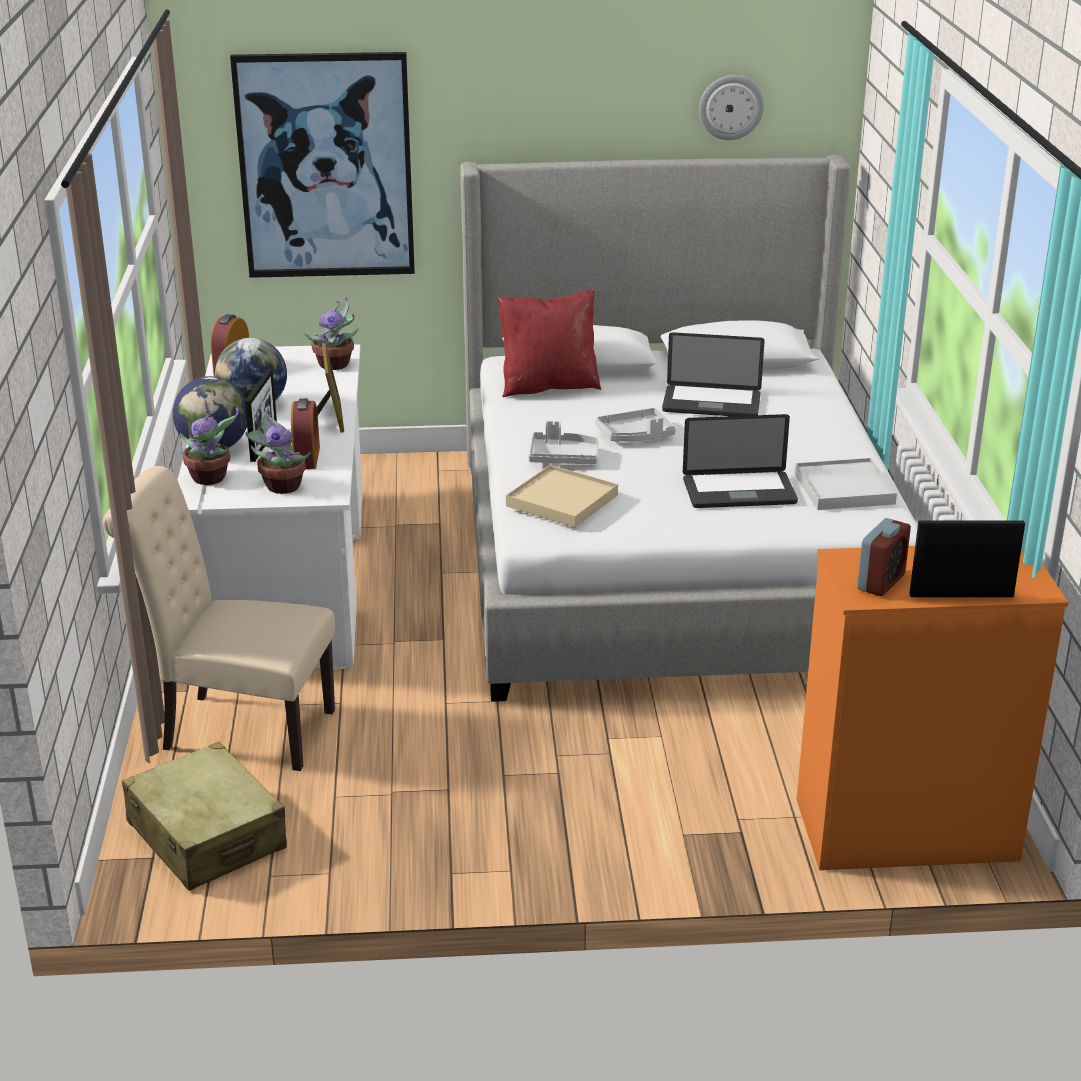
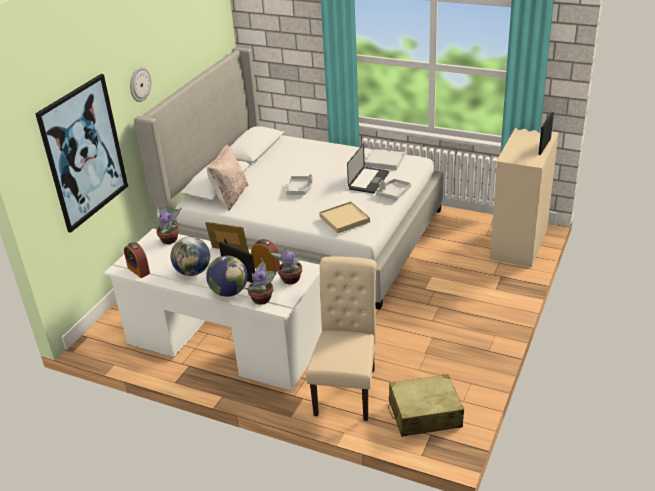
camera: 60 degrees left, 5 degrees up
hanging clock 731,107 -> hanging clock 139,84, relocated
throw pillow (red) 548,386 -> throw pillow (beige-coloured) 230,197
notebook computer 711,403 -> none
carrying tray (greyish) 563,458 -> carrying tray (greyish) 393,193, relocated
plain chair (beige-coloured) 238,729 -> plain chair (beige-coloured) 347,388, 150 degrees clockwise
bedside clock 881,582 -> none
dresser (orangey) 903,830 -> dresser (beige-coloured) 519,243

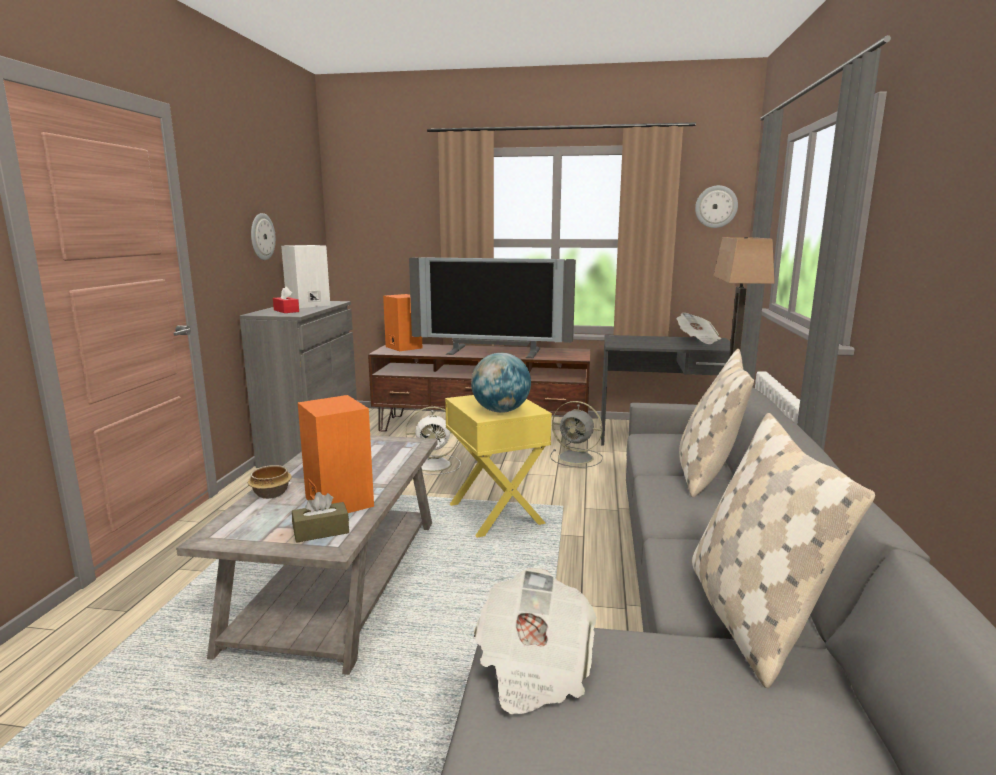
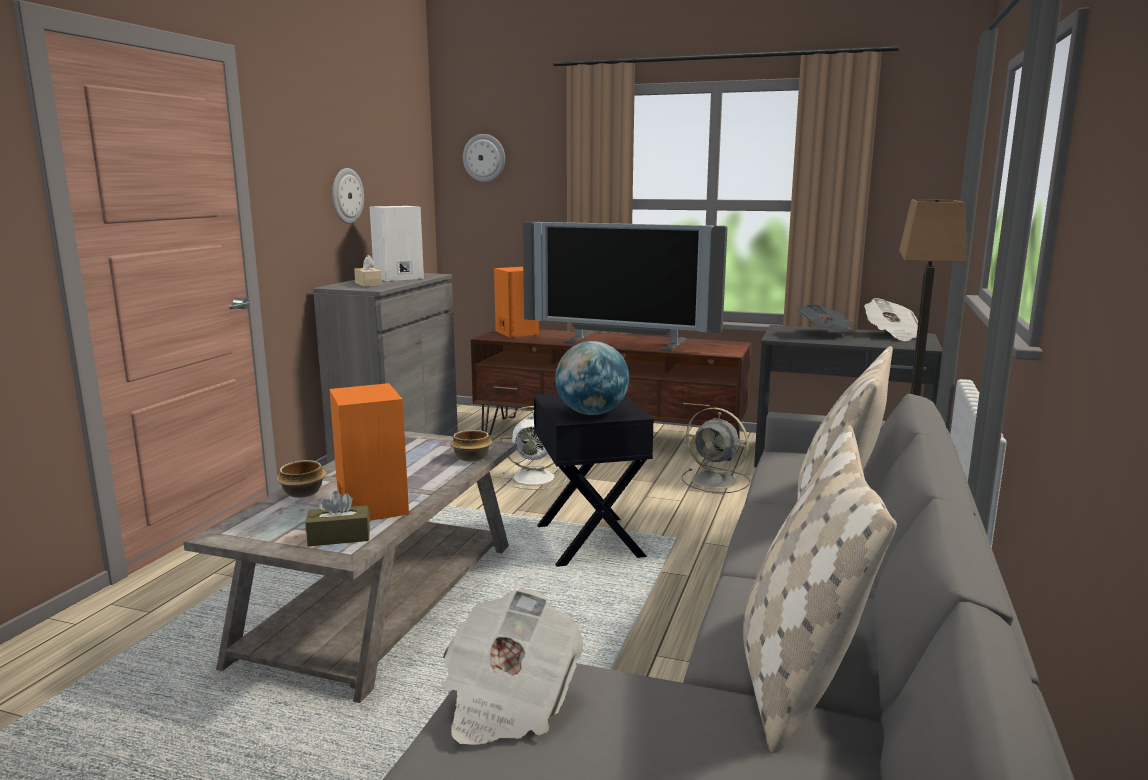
camera: 10 degrees right, 0 degrees up
hanging clock 716,206 -> hanging clock 484,158, relocated
box of tissues (red) 286,311 -> box of tissues (beige-coloured) 368,284
side table (yellow) 494,514 -> side table (black-coloured) 587,541
none -> daily paper 825,334
none -> serving bowl 470,458

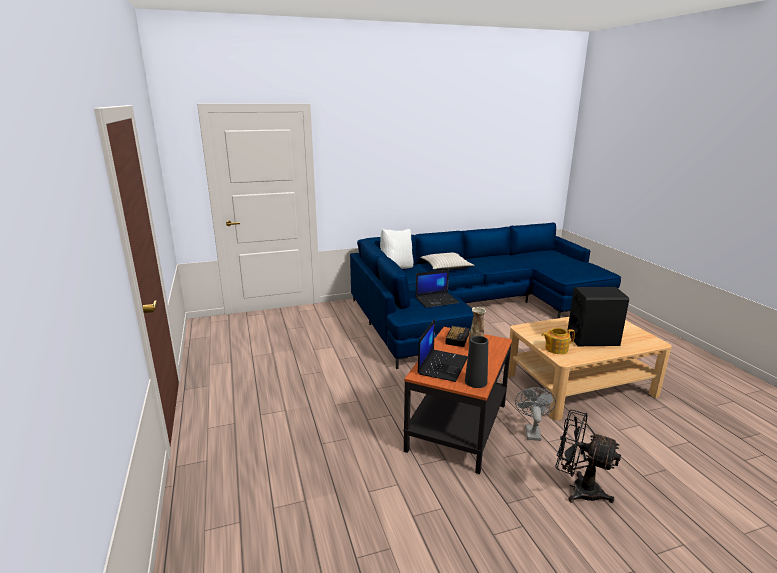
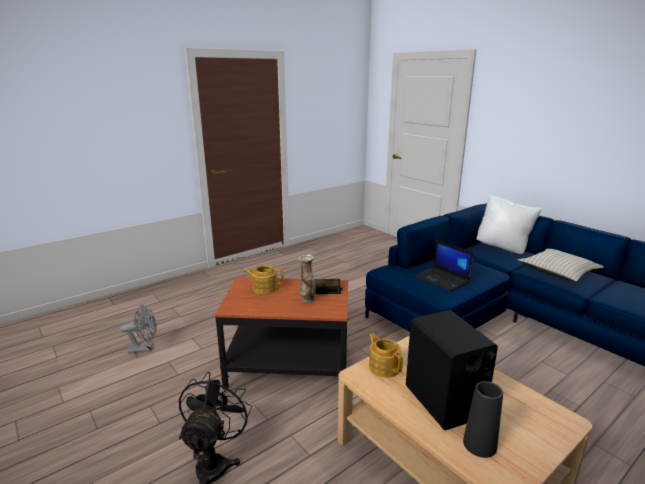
camera: 70 degrees right, 0 degrees up
notebook computer 442,365 -> tea pot 264,288
vase (black-coloured) 475,381 -> vase (black-coloured) 479,444, relocated
fan (greyish) 531,431 -> fan (greyish) 145,348, relocated

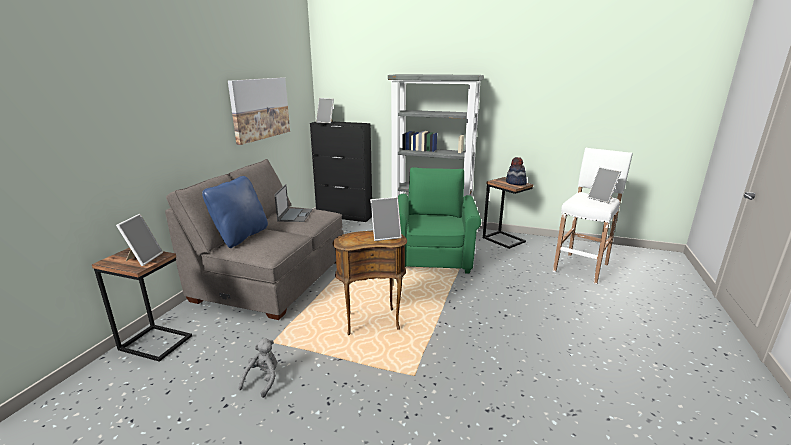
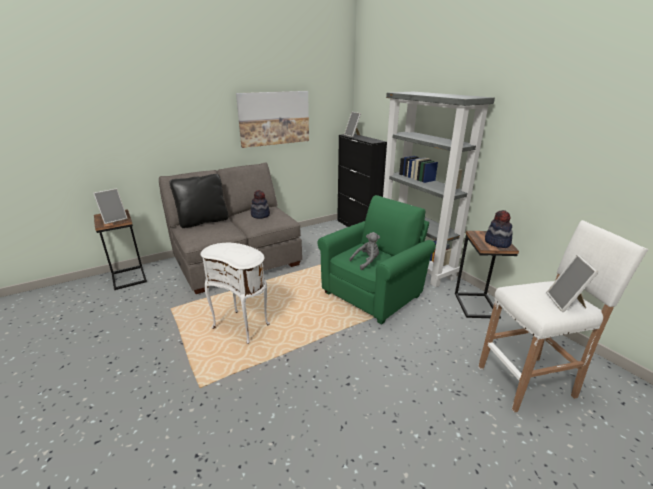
camera: 40 degrees right, 5 degrees up
throw pillow (blue) 241,236 -> throw pillow (black-coloured) 203,221
notebook computer 295,215 -> hat 260,215
standing frame 386,236 -> none
side table (brown) 371,320 -> side table (white) 243,325
plush toy (greyish) 263,380 -> plush toy (greyish) 366,262, relocated

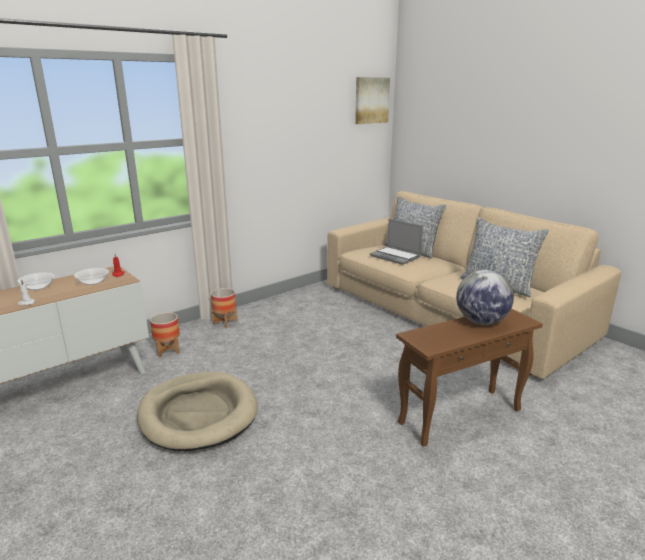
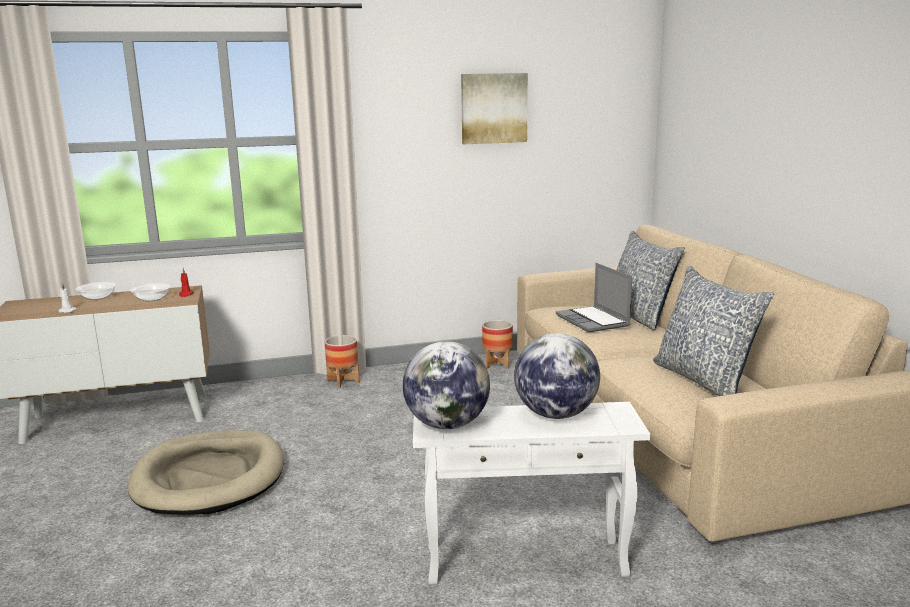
camera: 25 degrees right, 5 degrees down
wall art 371,100 -> wall art 493,108, relocated
side table (brown) 460,416 -> side table (white) 525,562
plant pot 168,350 -> plant pot 497,364, relocated
none -> world globe 447,424

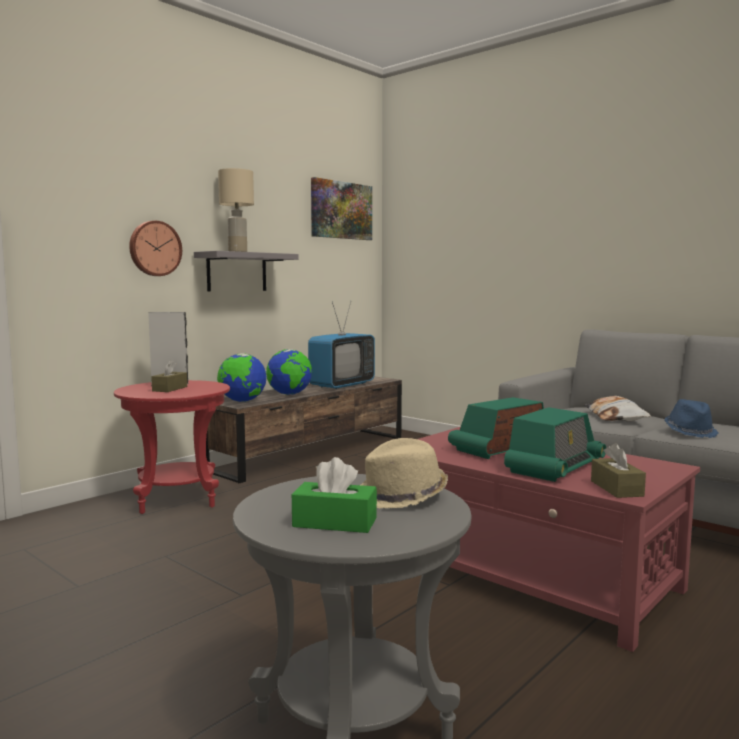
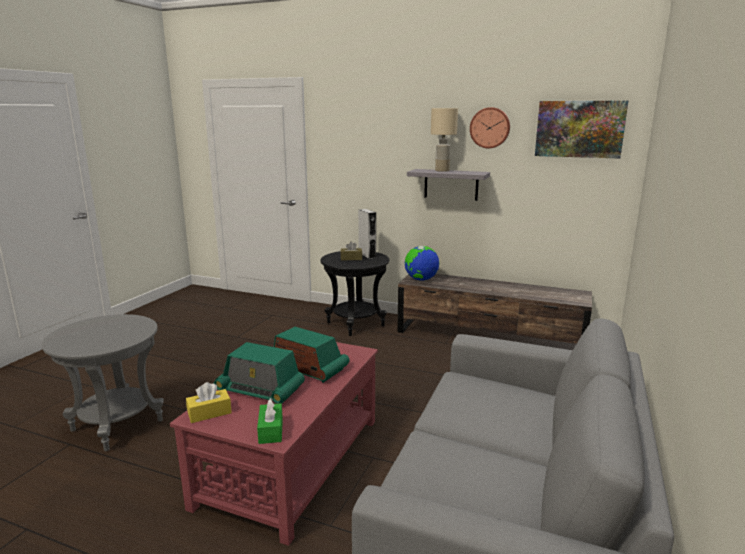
camera: 70 degrees right, 10 degrees up
hanging clock 154,248 -> hanging clock 490,128, relocated
TV 342,385 -> none
world globe 289,394 -> none
side table (red) 177,499 -> side table (black-coloured) 355,324
throw pillow 615,417 -> none
hat (blue) 690,432 -> none
hat (beige-coloured) 402,497 -> none
box of tissues (brown) 616,488 -> box of tissues (yellow) 209,413
box of tissues (green) 335,522 -> box of tissues (green) 271,430, relocated

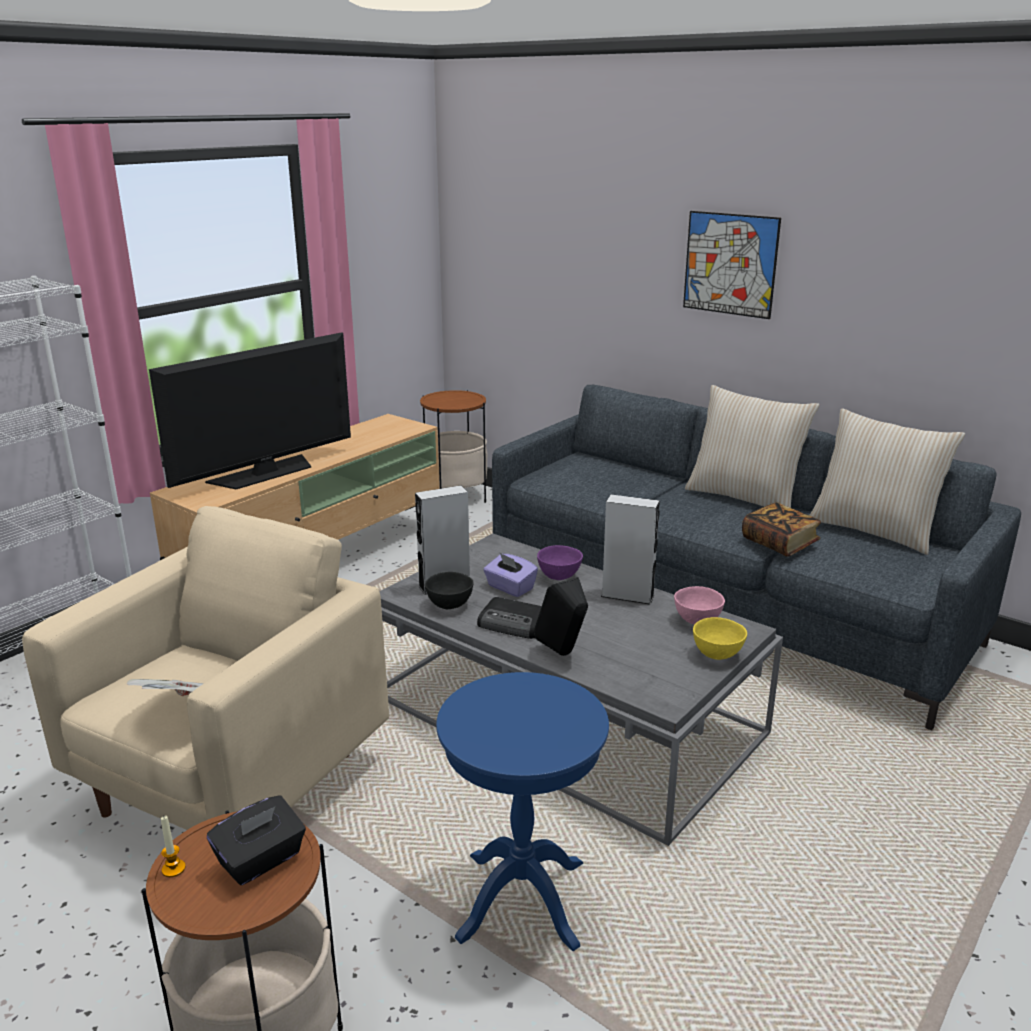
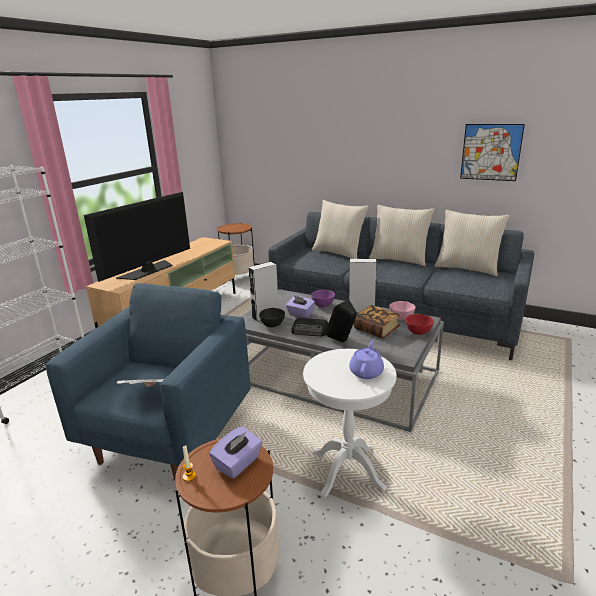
camera: 10 degrees left, 0 degrees up
wall art 730,264 -> wall art 491,152, relocated
bound book 779,543 -> bound book 376,330, relocated
lounge chair (beige-coloured) 231,784 -> lounge chair (blue) 168,436
serving bowl (yellow) 718,655 -> serving bowl (red) 419,332
side table (blue) 522,900 -> side table (white) 347,470
box of tissues (black-coloured) 261,860 -> box of tissues (purple) 238,463
none -> throw pillow (beige-coloured) 339,253
none -> tea pot (purple) 366,372

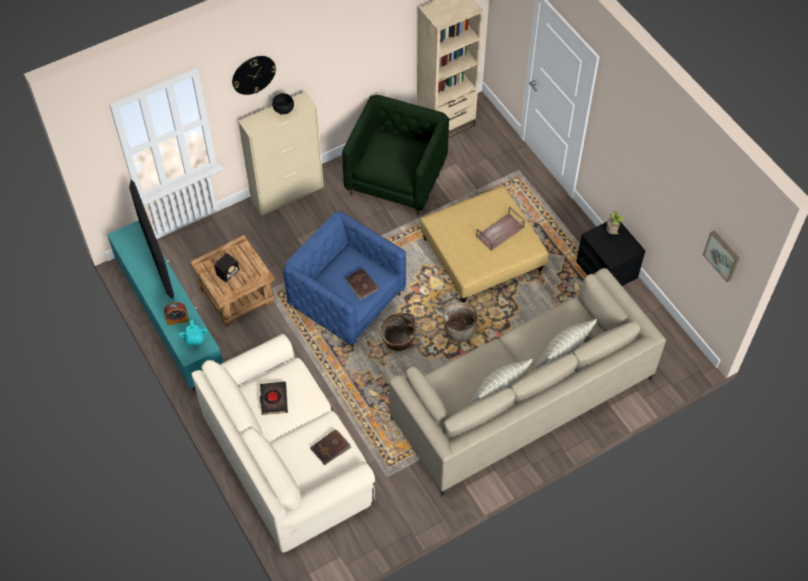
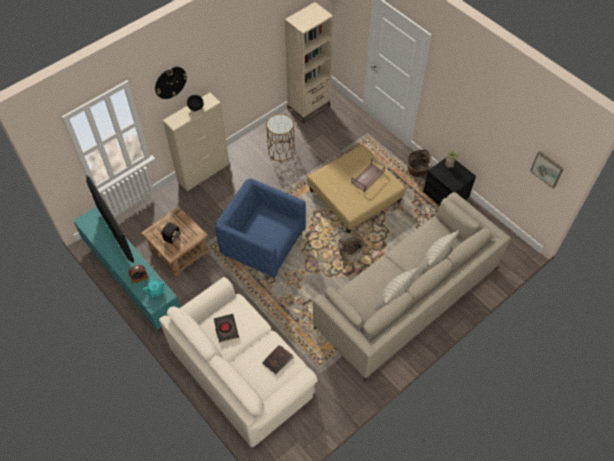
camera: 10 degrees left, 0 degrees up
lounge chair (green) 396,178 -> side table (brown) 281,150
bound book (brown) 361,285 -> none
storage basket 398,342 -> storage basket 417,171, relocated

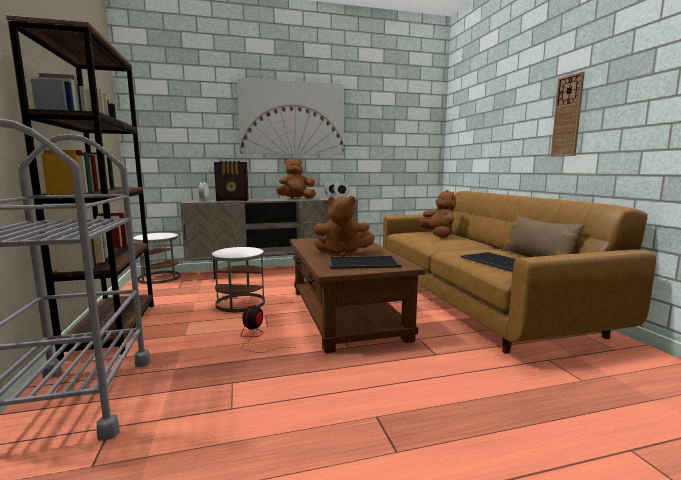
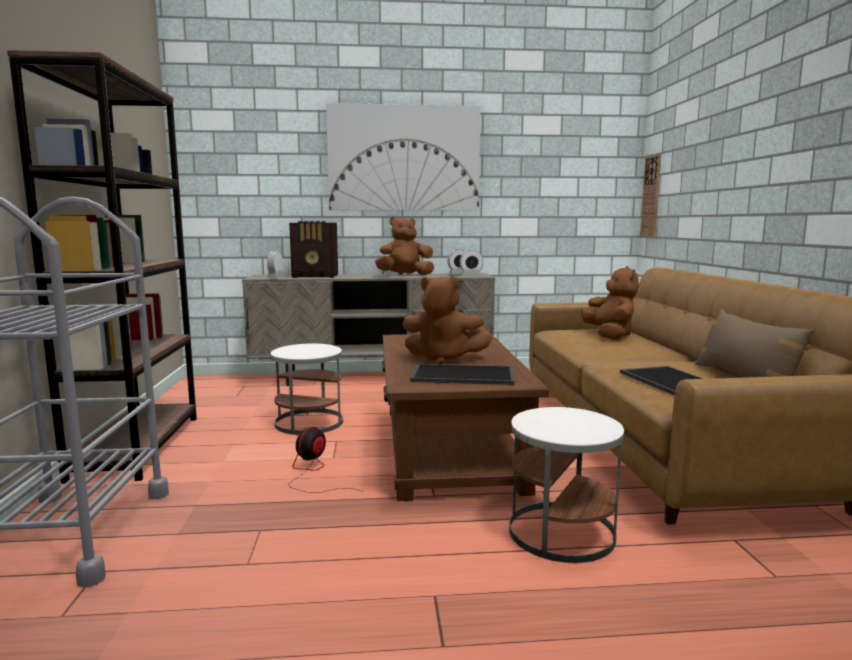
camera: 10 degrees right, 0 degrees up
hanging clock 567,116 -> hanging clock 651,196, relocated
side table (white) 159,278 -> side table (white) 560,533, relocated

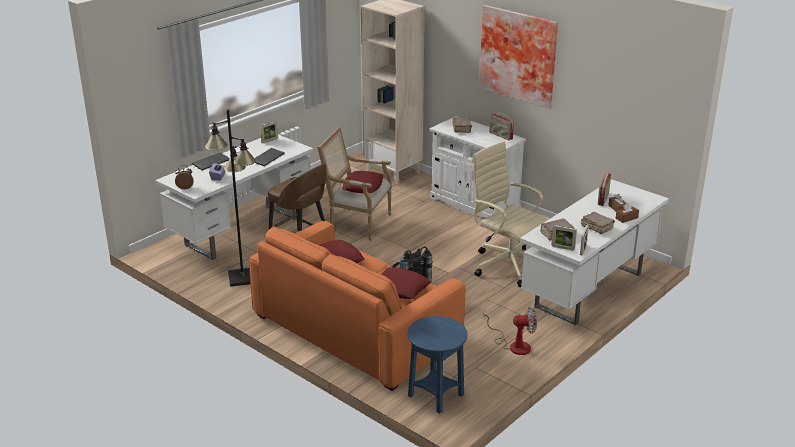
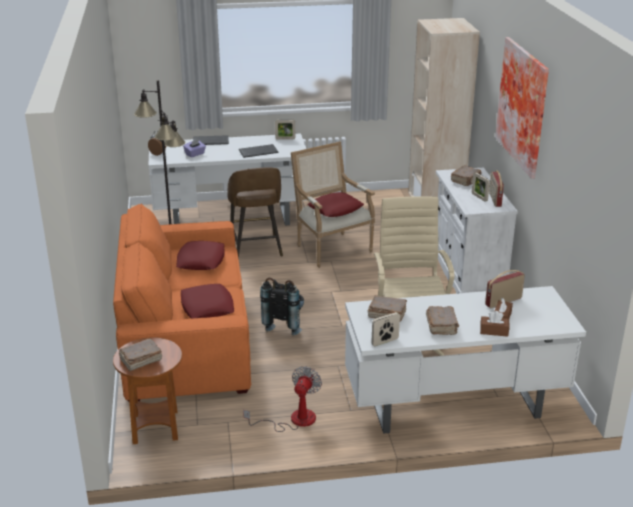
camera: 40 degrees right, 0 degrees up
standing frame 563,248 -> standing frame 479,197, relocated
fan 514,345 -> fan 293,420, 105 degrees counterclockwise
side table (blue) 435,396 -> side table (brown) 155,427
none -> bound book (brown) 140,361

